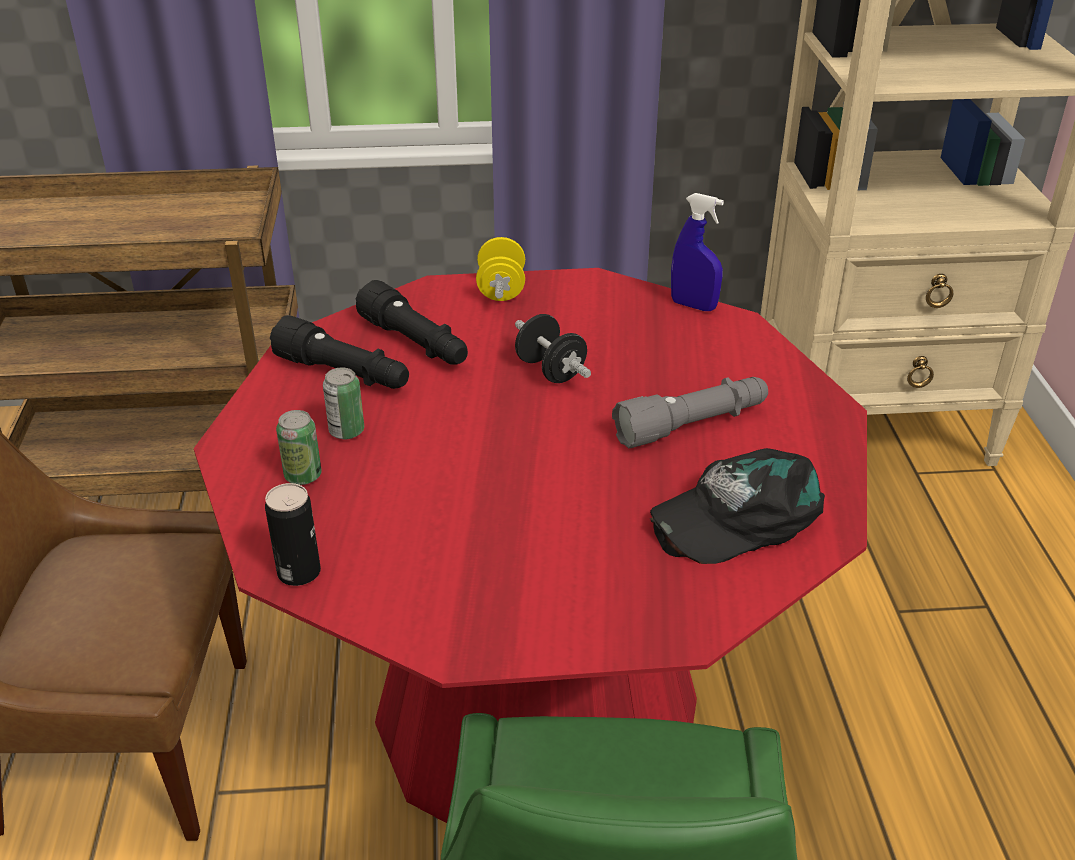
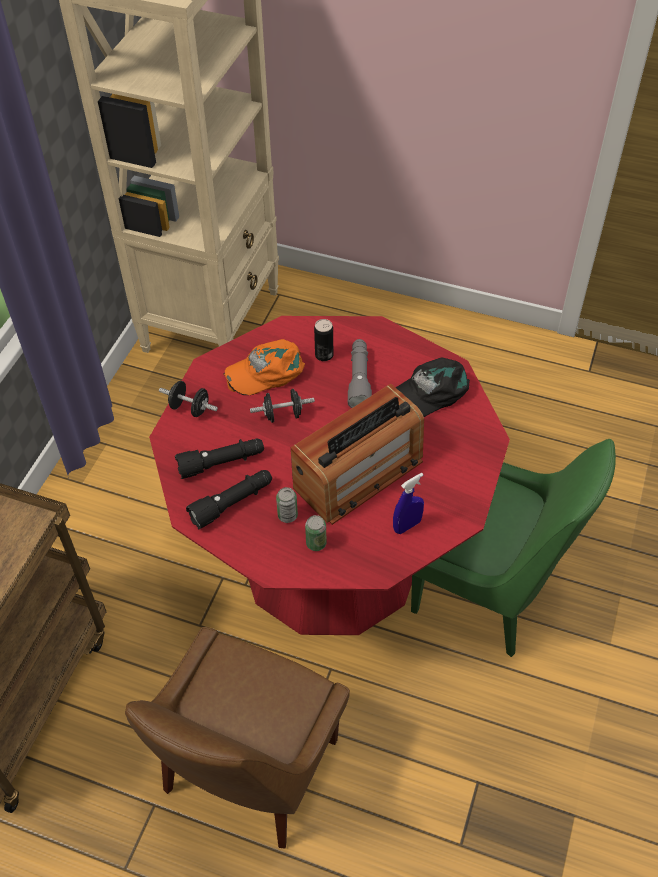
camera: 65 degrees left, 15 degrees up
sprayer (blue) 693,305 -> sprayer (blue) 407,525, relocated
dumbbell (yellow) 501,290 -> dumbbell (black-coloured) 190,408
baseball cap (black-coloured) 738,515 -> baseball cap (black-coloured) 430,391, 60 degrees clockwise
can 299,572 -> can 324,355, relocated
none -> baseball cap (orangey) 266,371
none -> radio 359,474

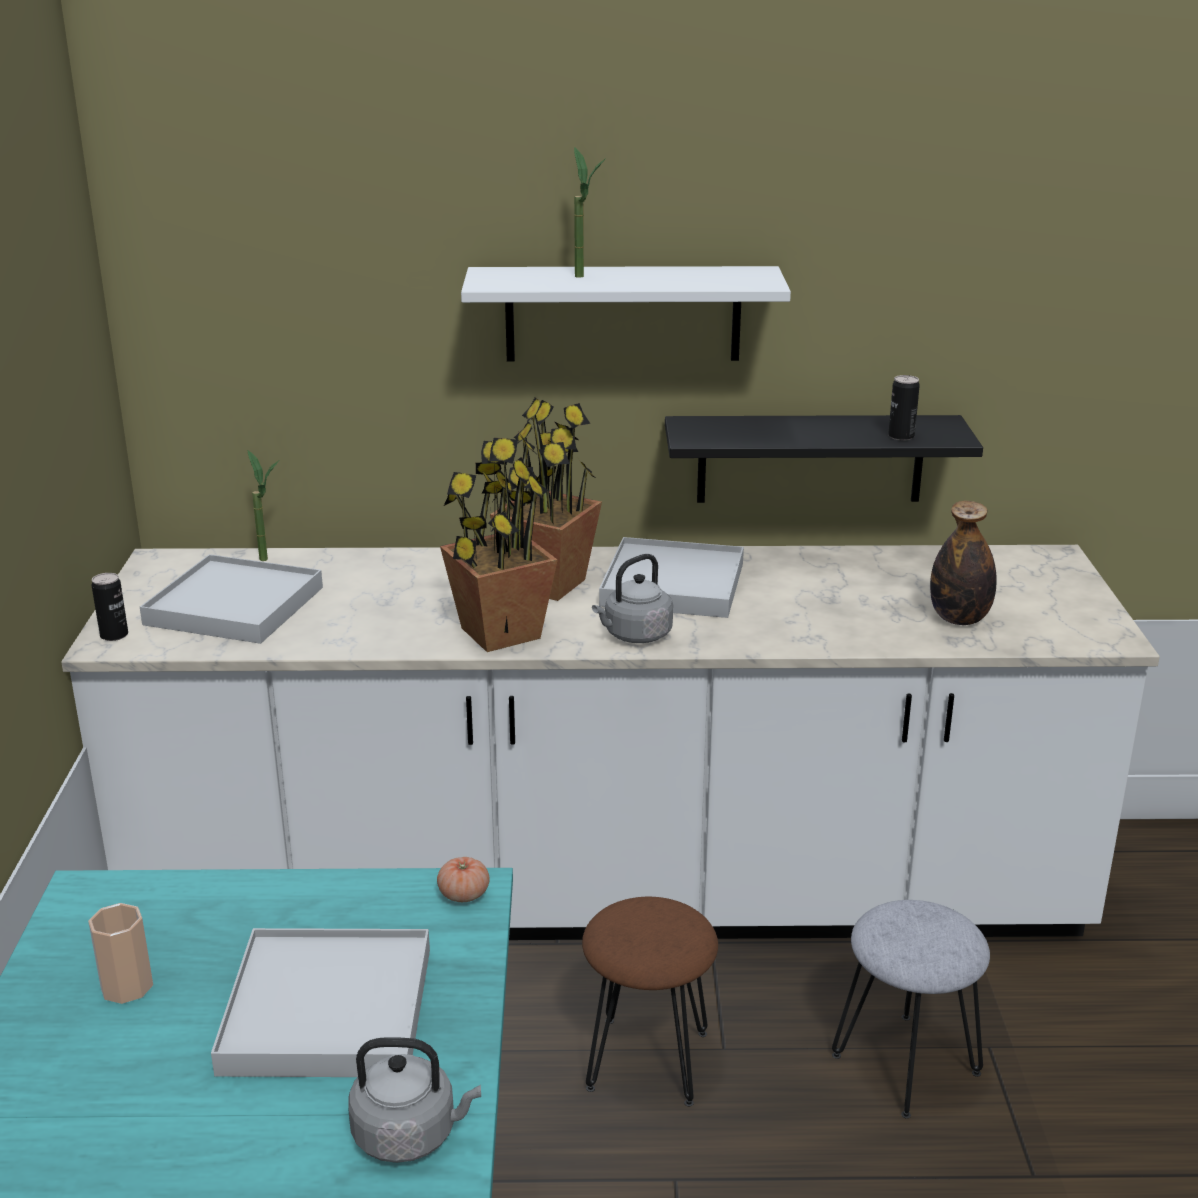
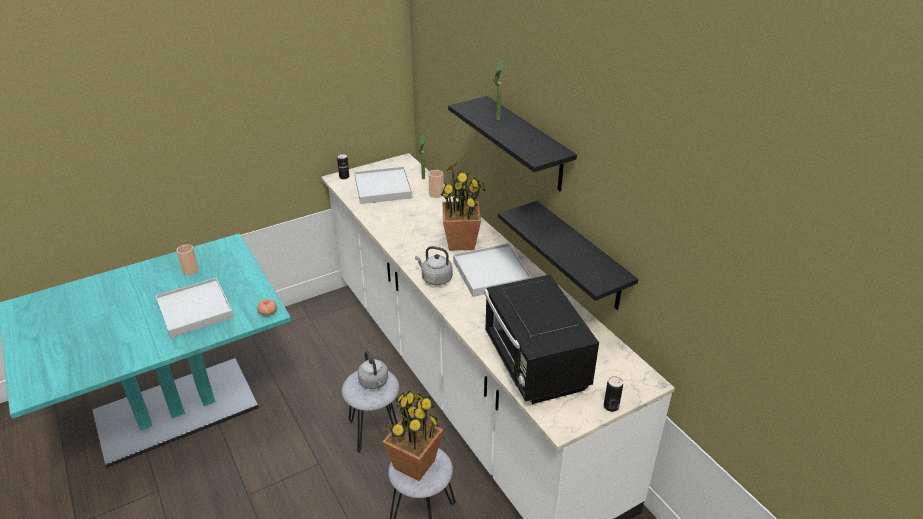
camera: 60 degrees right, 10 degrees up
bracket shelf (white) 623,313 -> bracket shelf (black-coloured) 527,144
can 901,436 -> can 611,406, relocated
plant in a pot 499,633 -> plant in a pot 414,464, relocated
bottle 959,619 -> microwave (black-coloured) 535,365
stool seat (brown) 648,1059 -> stool seat (greyish) 375,431
kettle (greyish) 410,1134 -> kettle (greyish) 374,382, relocated
none -> small cup 436,194

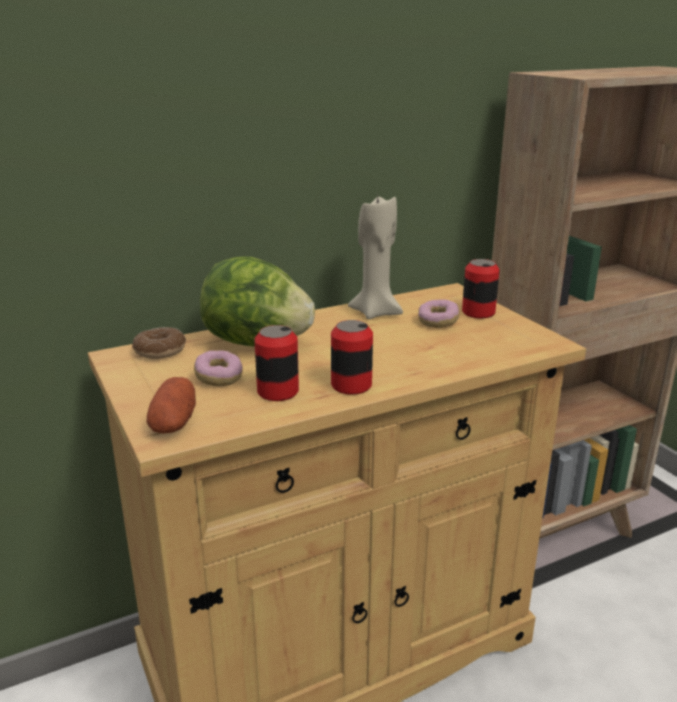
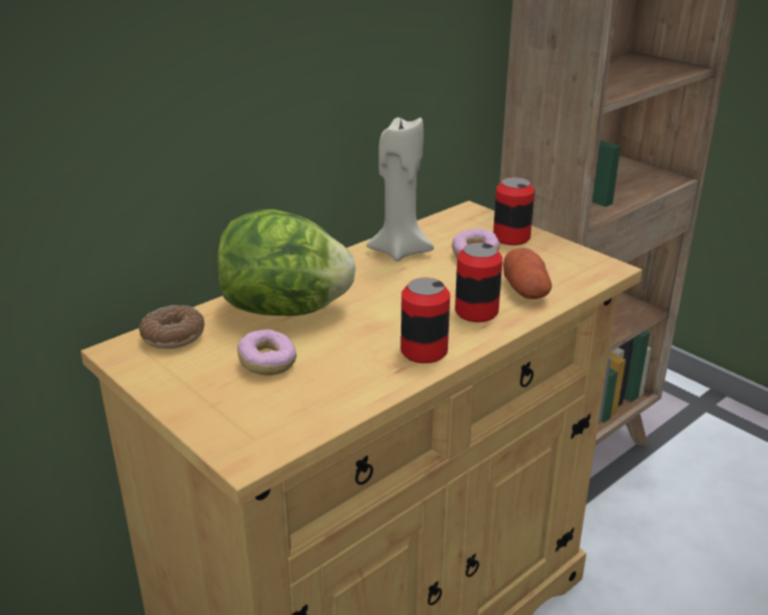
camera: 15 degrees left, 5 degrees up
can 278,391 -> can 476,312, relocated
potato 174,423 -> potato 526,290, relocated

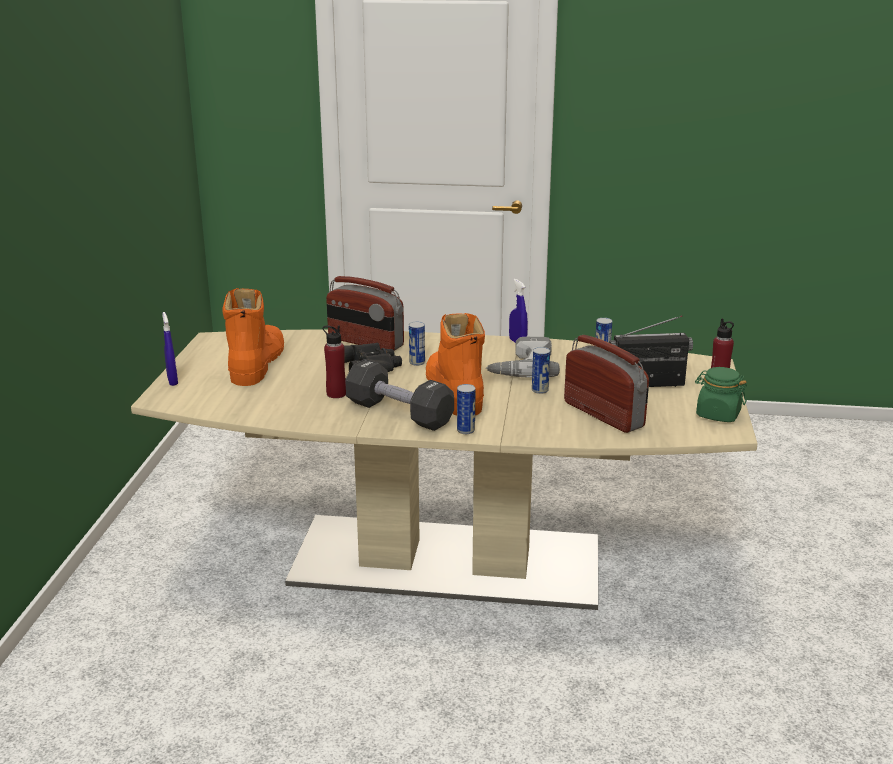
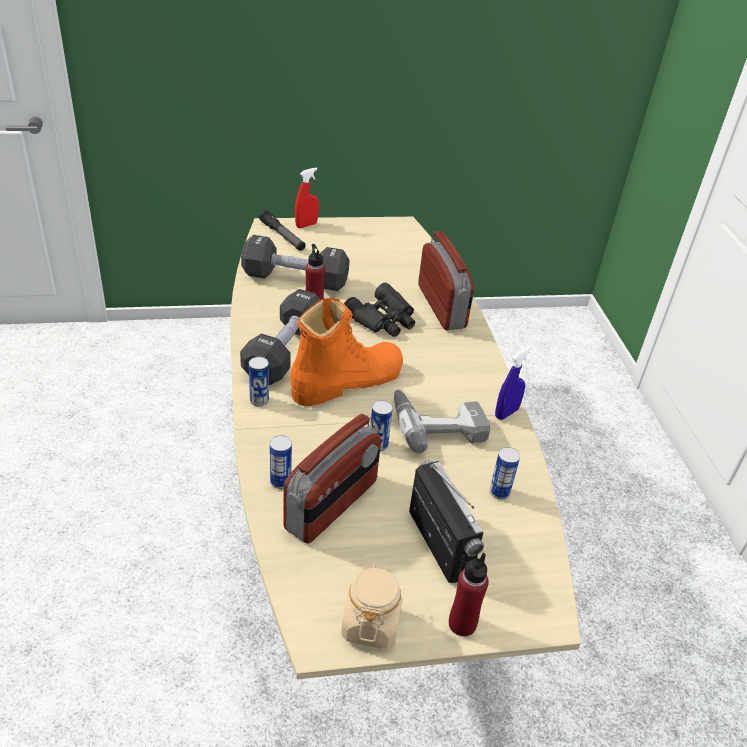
camera: 70 degrees right, 15 degrees up
radio 365,342 -> radio 442,306, 150 degrees clockwise
high-top boot (orangey) 256,364 -> none
sprayer (blue) 172,381 -> sprayer (red) 306,225
can 417,362 -> can 280,481, relocated
preserve jar (green) 717,414 -> preserve jar (beige-coloured) 370,624
none -> flashlight 282,236
none -> dumbbell (black-coloured) 295,279

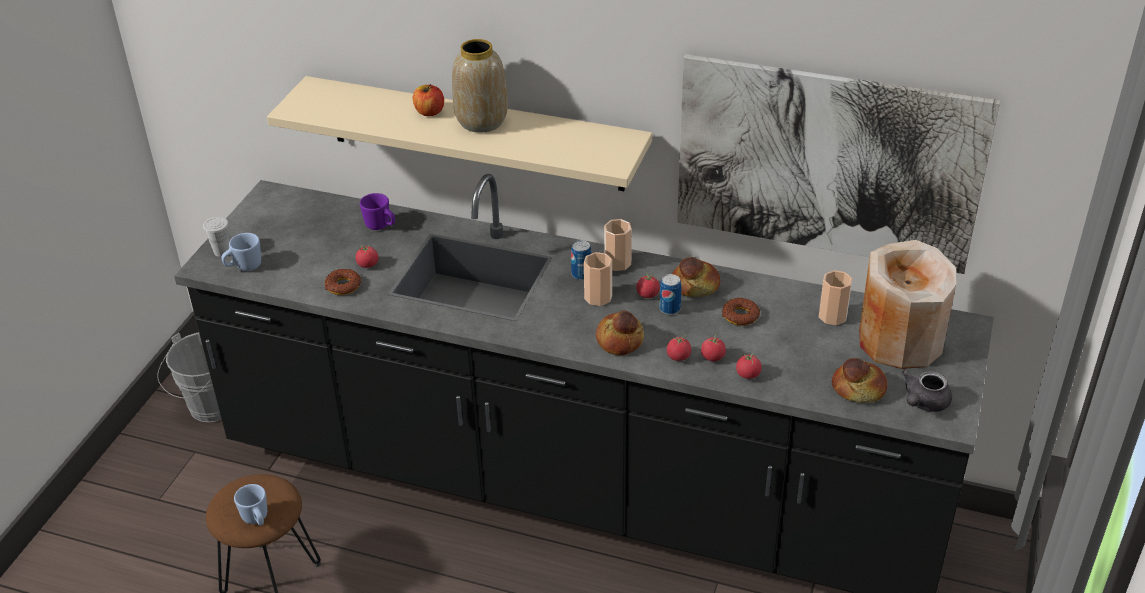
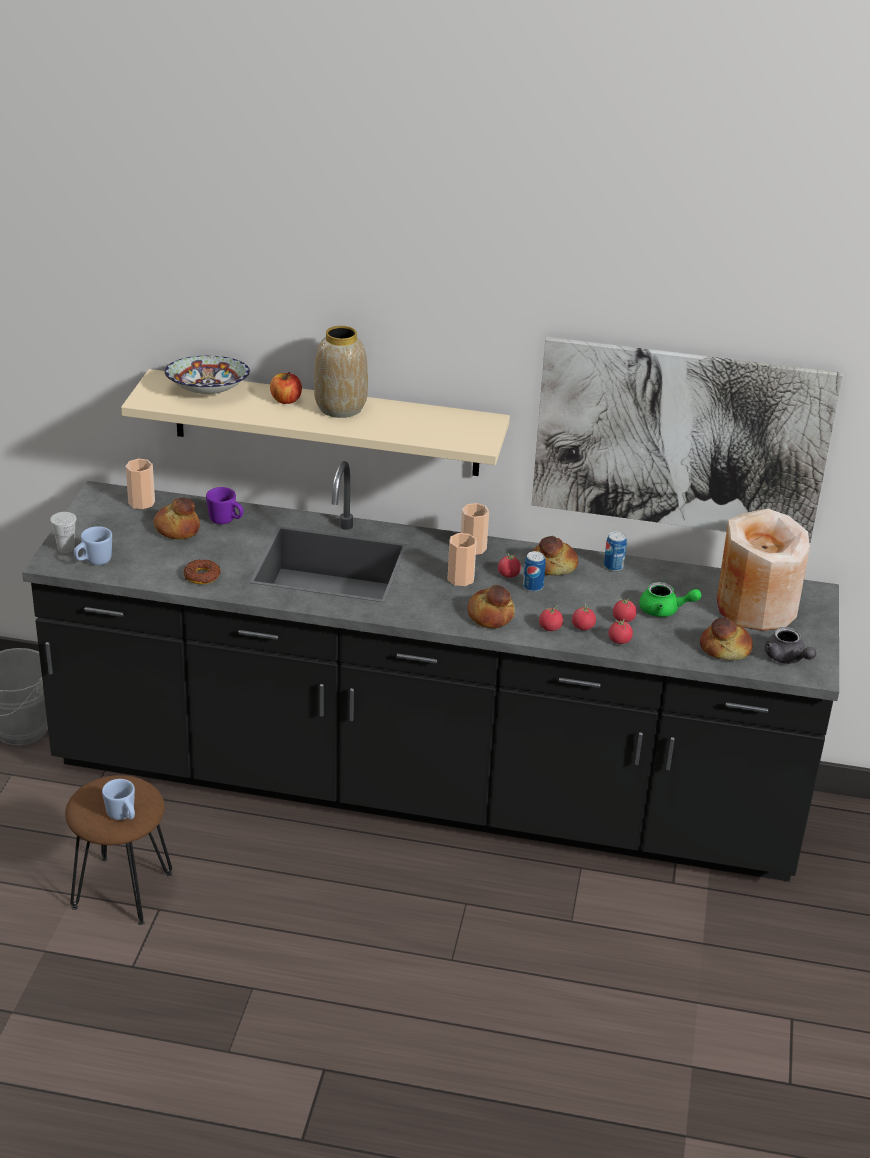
camera: 10 degrees left, 5 degrees down
can 581,274 -> can 613,566, relocated
fresh tomato 368,264 -> fresh tomato 623,619, relocated
small cup 832,316 -> small cup 141,502, relocated
donut 740,316 -> none
tea pot (greyish) 923,403 -> tea pot (greyish) 787,658, 60 degrees counterclockwise
none -> serving bowl 208,392
none -> bakery bread 177,529
none -> tea pot (green) 664,610

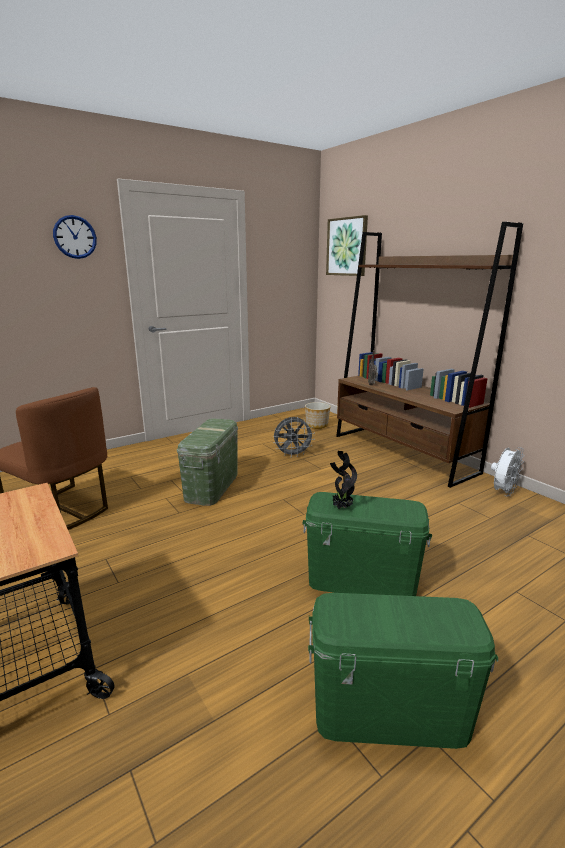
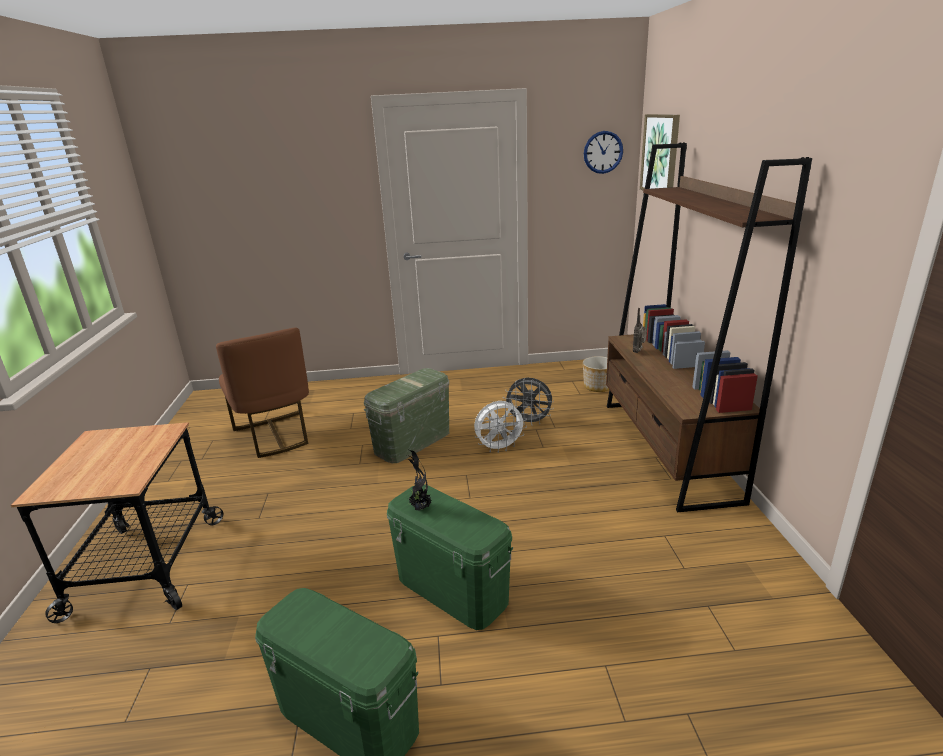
camera: 30 degrees right, 5 degrees up
hanging clock 75,237 -> hanging clock 603,152, relocated
fan (white) 503,492 -> fan (white) 499,448, relocated

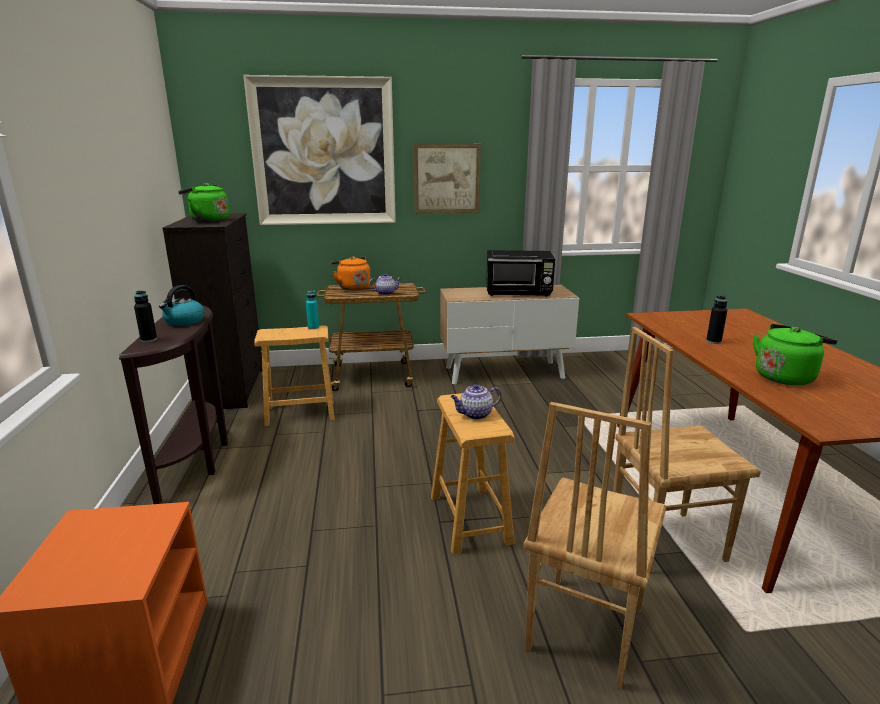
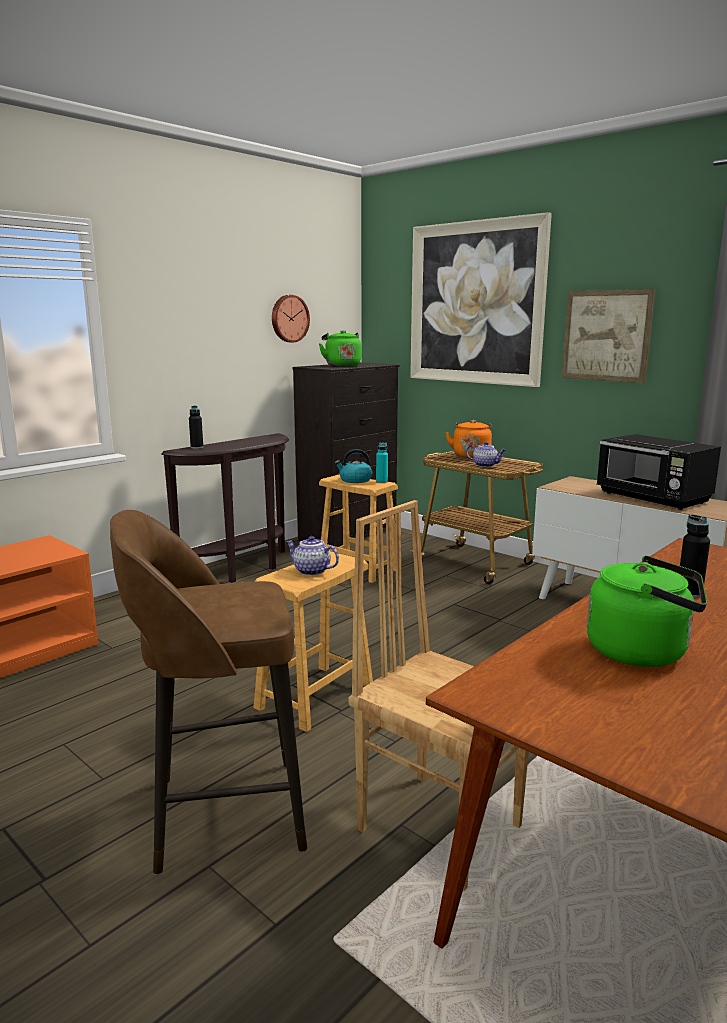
camera: 50 degrees right, 5 degrees down
kettle 184,321 -> kettle 355,480, relocated
plain chair (brown) 582,629 -> stool seat (brown) 222,813
none -> hanging clock 289,318

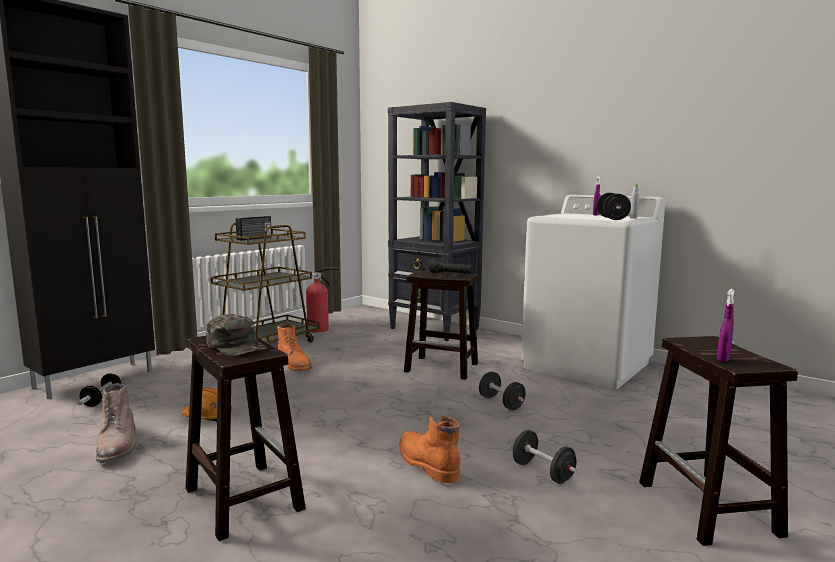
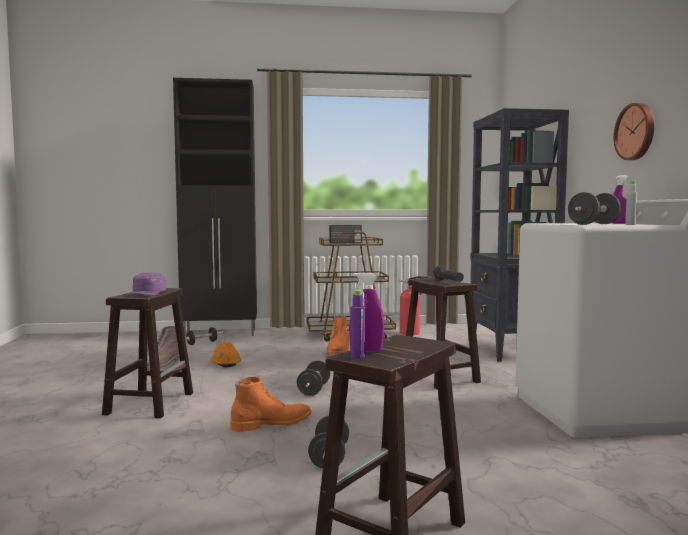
camera: 45 degrees right, 5 degrees down
baseball cap (green) 237,345 -> baseball cap (purple) 147,292
dumbbell (black-coloured) 501,403 -> dumbbell (black-coloured) 314,390, relocated
high-top boot (orangey) 426,463 -> high-top boot (orangey) 271,423, 45 degrees clockwise
none -> hanging clock 636,132
none -> bottle (purple) 357,357

